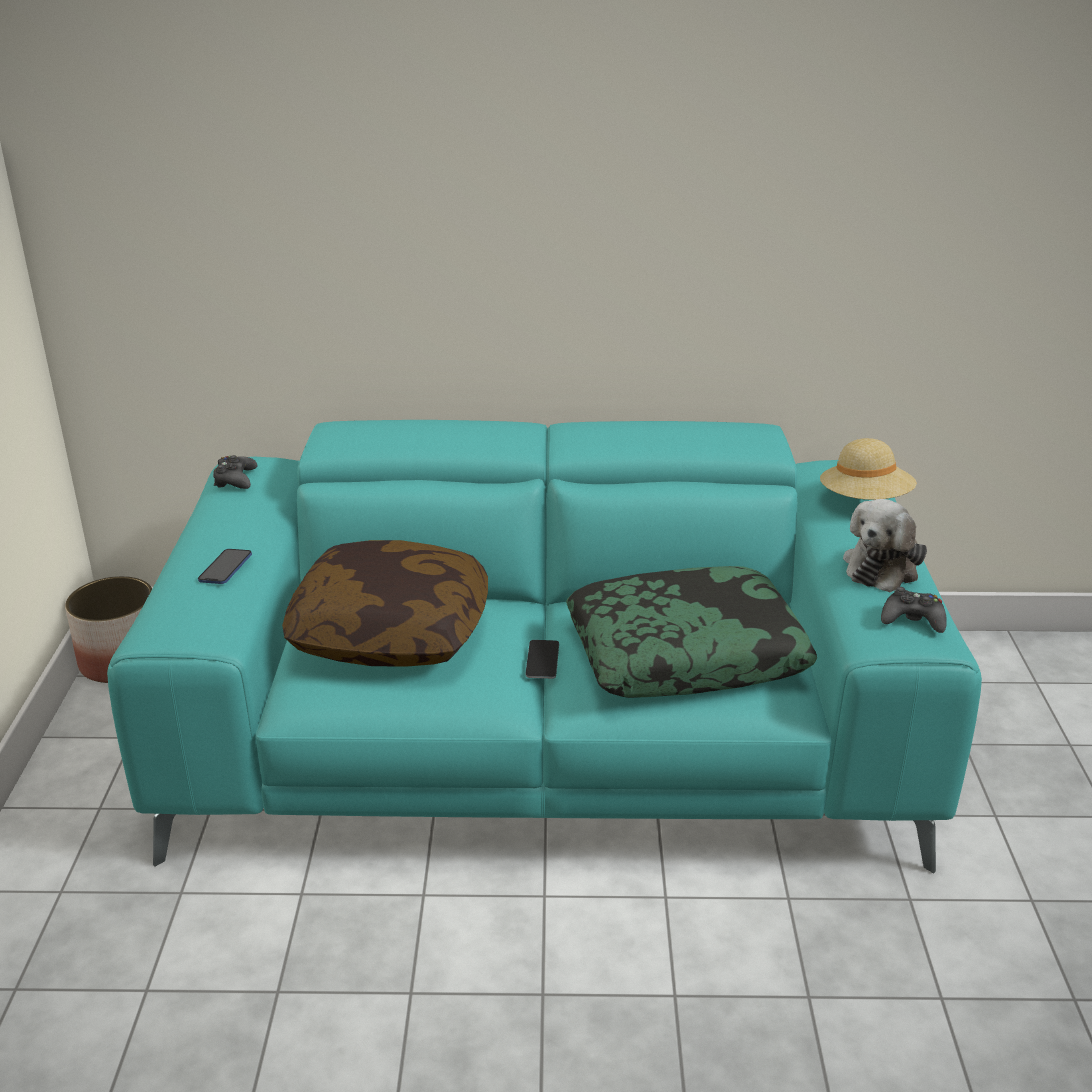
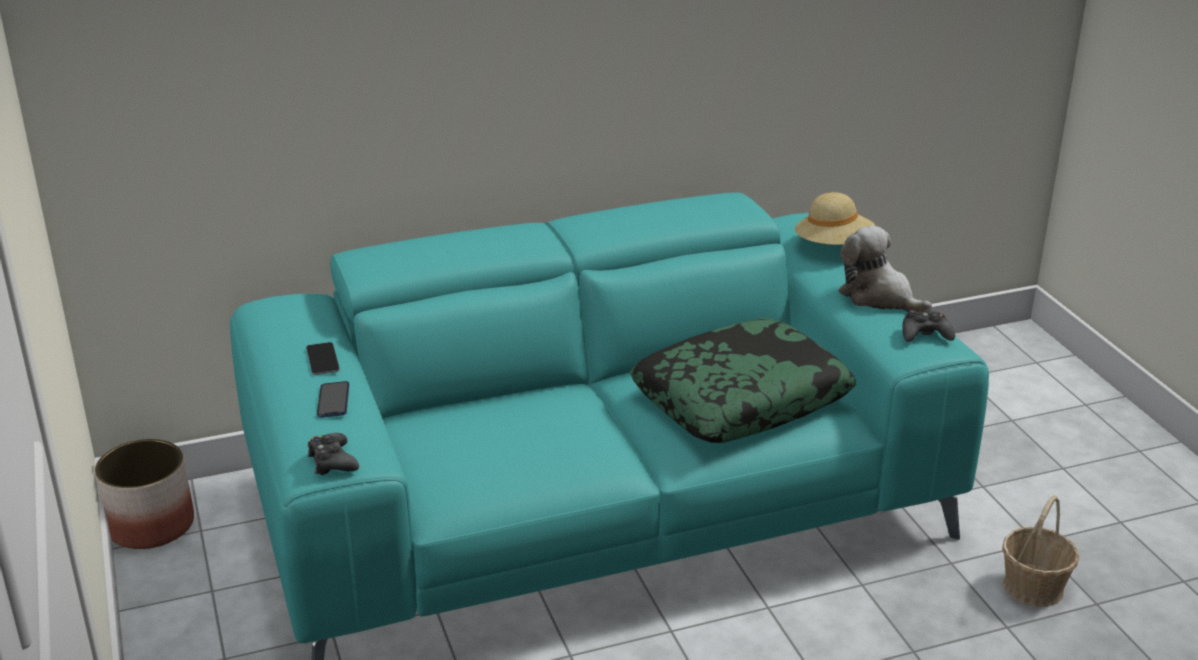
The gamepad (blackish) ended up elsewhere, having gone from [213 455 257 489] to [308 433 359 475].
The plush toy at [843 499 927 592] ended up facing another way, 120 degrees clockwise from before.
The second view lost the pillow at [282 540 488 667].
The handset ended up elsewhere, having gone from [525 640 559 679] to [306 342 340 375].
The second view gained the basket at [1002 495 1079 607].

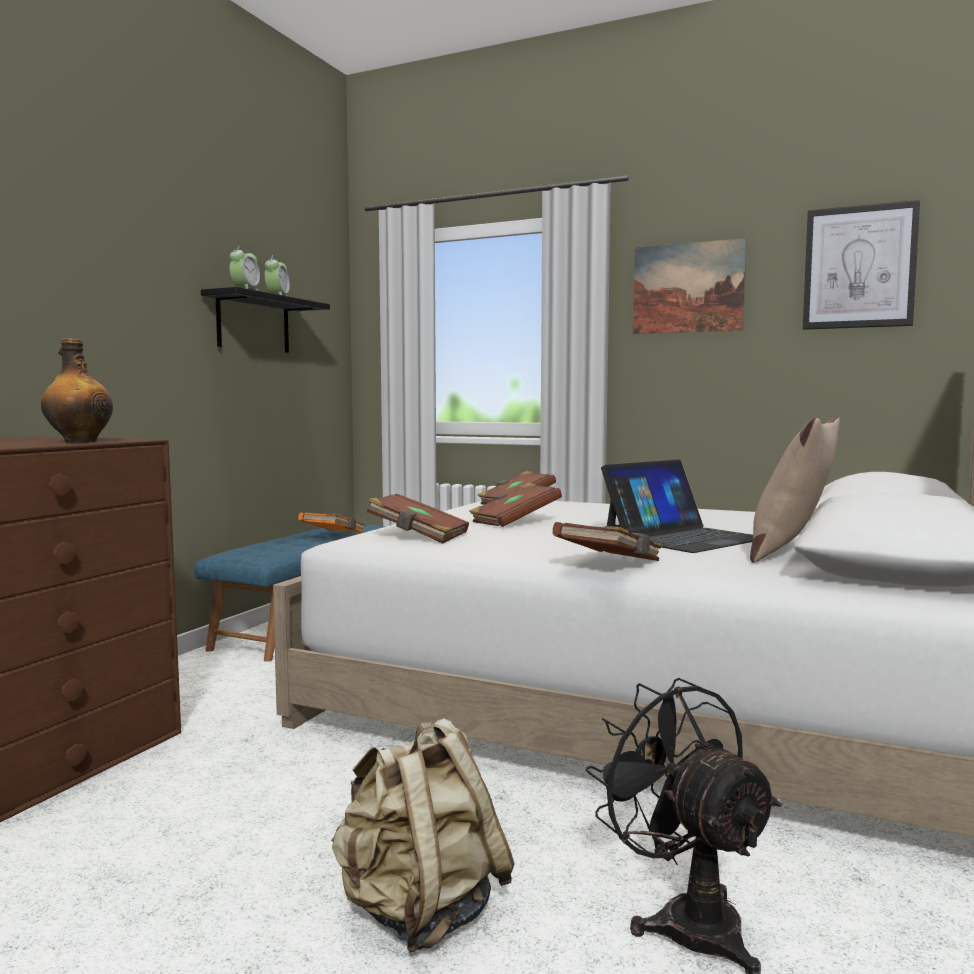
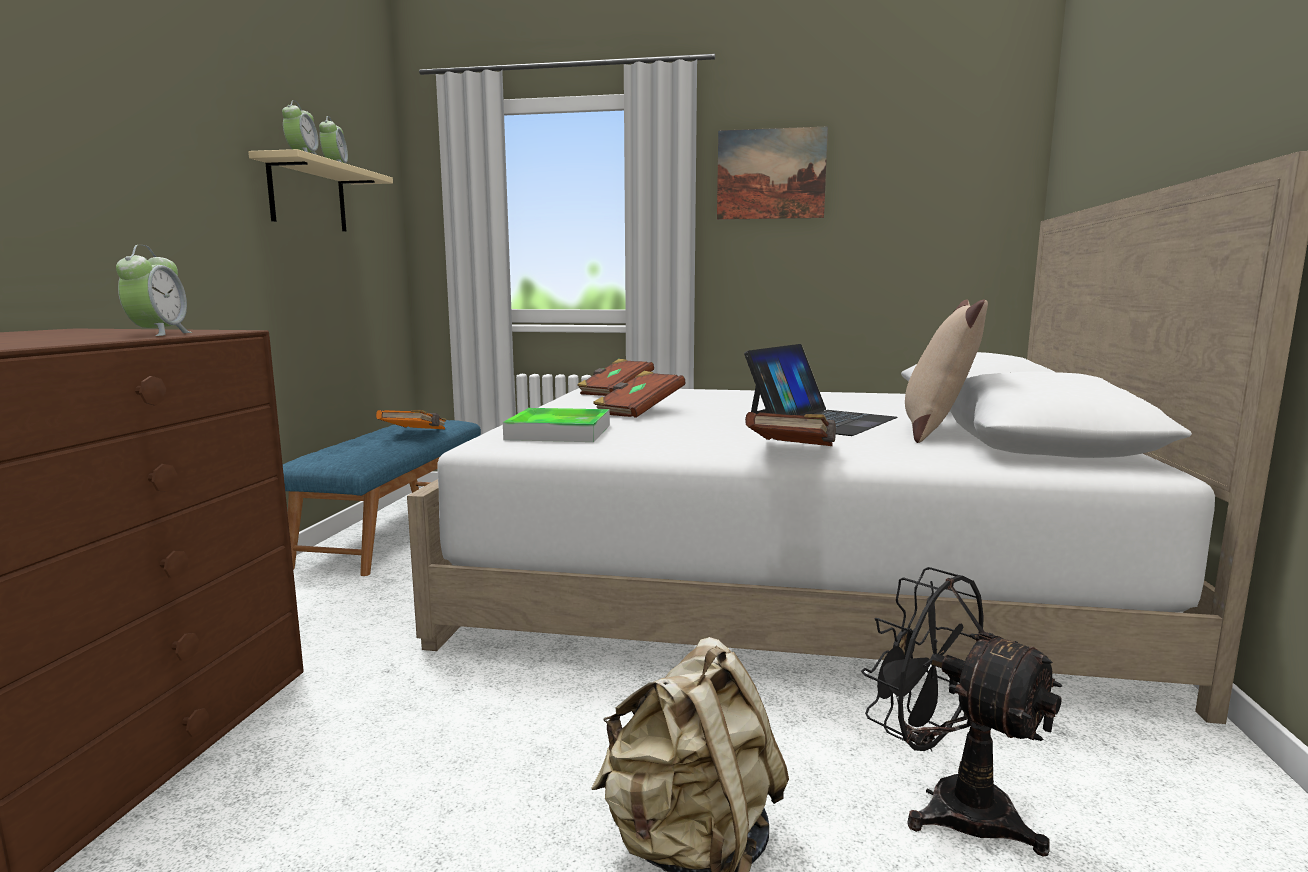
The second view lost the wall art at [803 200 920 330].
What was the shelf (blackish) at [201 287 330 353] turned into the shelf (beige-coloured) at [248 149 393 232].
Where the beverage bottle stood at [41 338 113 443], the alarm clock came to stand at [116 245 192 336].
Where the bound book (brown-coloured) stood at [367 494 469 544], the serving tray came to stand at [503 408 610 442].

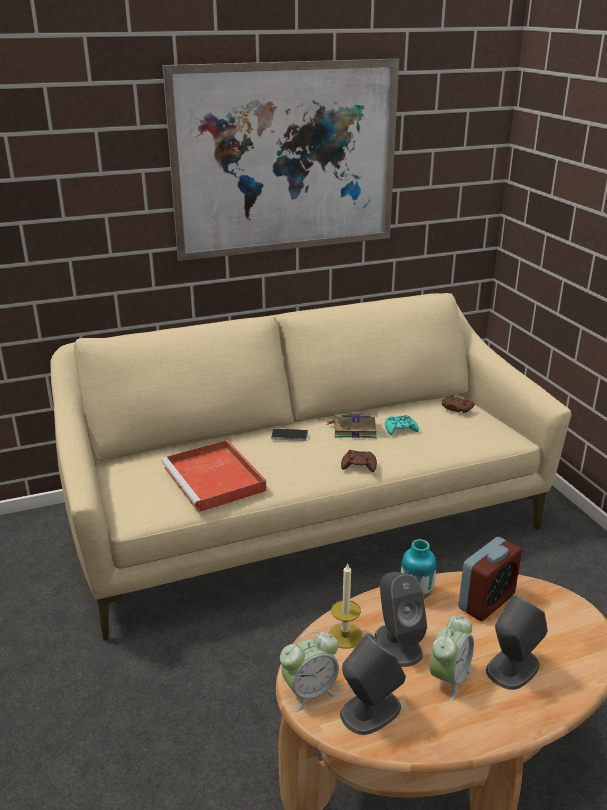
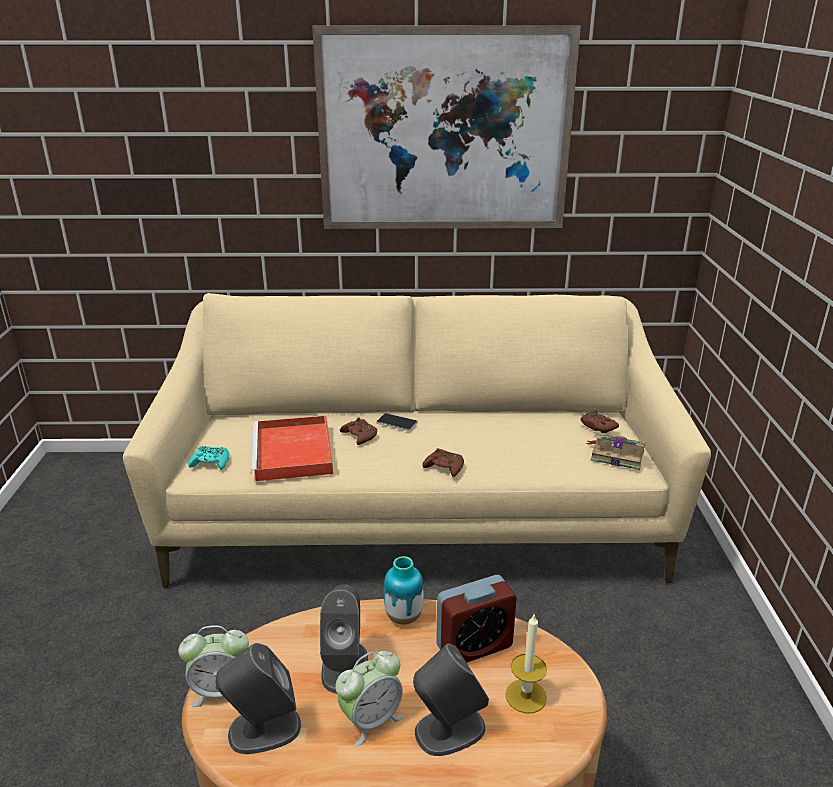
The bound book ended up elsewhere, having gone from [326 412 377 438] to [586 433 646 470].
The gamepad (blue-green) ended up elsewhere, having gone from [385 415 419 435] to [188 446 229 470].
The wax light ended up elsewhere, having gone from [328 562 362 649] to [505 614 547 714].
The second view gained the gamepad (brown-coloured) at [340 417 377 445].

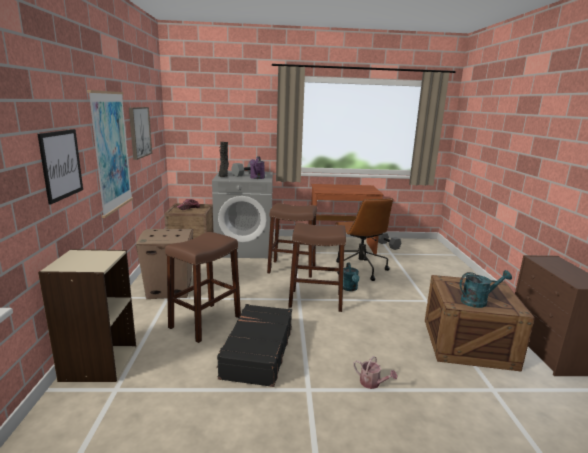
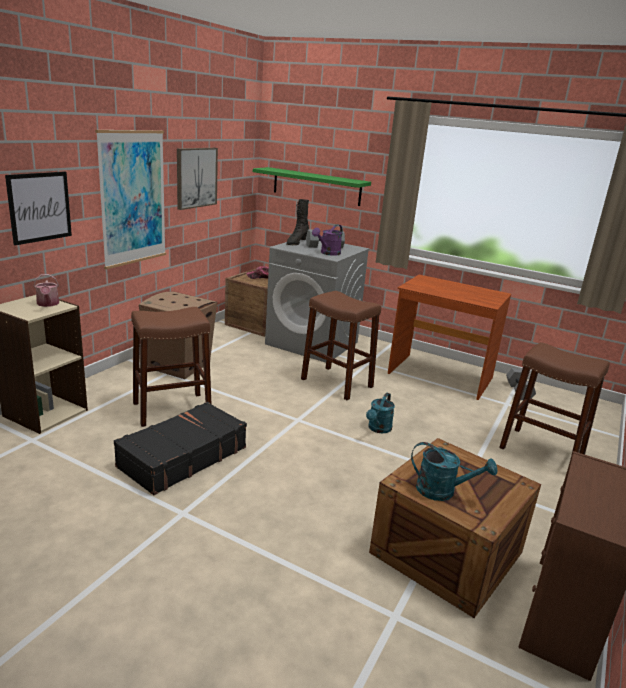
The second view lost the computer chair (brown-coloured) at [335 198 393 281].
The sitting stool (brown-coloured) ended up elsewhere, having gone from [288 223 346 312] to [499 342 610 460].
The watering can ended up elsewhere, having gone from [353 356 397 389] to [34 274 59 307].
The second view gained the shelf (greenish) at [253 167 371 206].

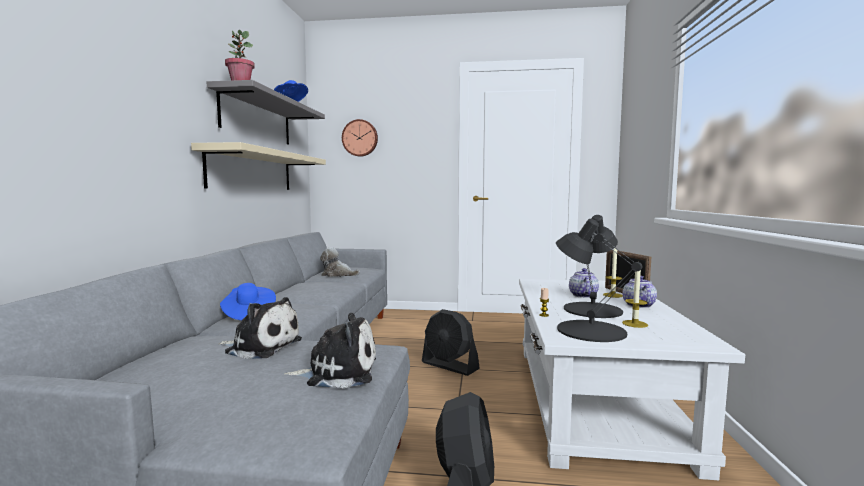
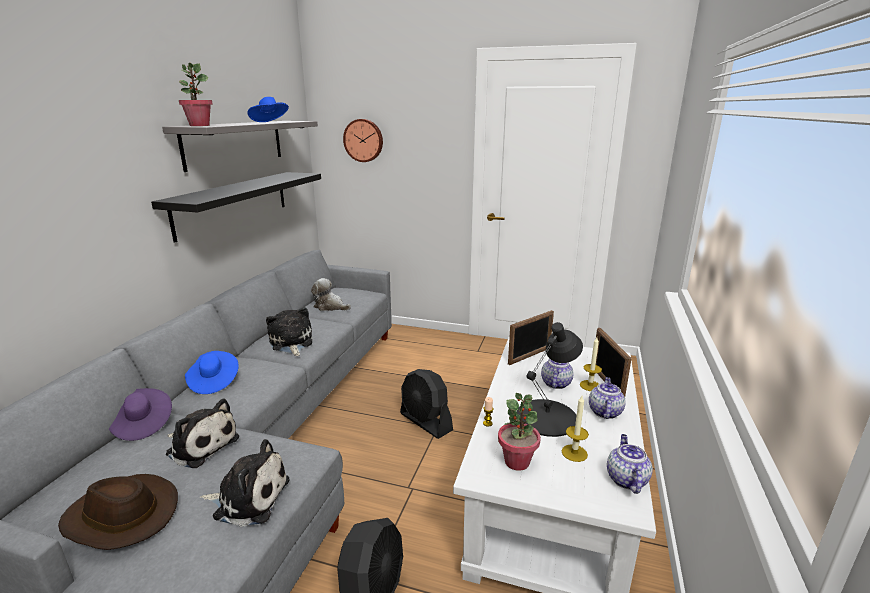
What was the shelf (beige-coloured) at [191 142 326 190] turned into the shelf (blackish) at [151 172 321 243].
Where the lamp for a table (blackish) stood at [556 219 643 342], the houseplant came to stand at [498 393 541 471].
The second view gained the plush toy at [266 307 312 356].
The second view gained the picture frame at [508 310 554 365].
The second view gained the hat (purple-coloured) at [109 388 172 441].
The second view gained the teapot at [607 434 653 494].
The second view gained the hat (brown-coloured) at [58 474 178 550].

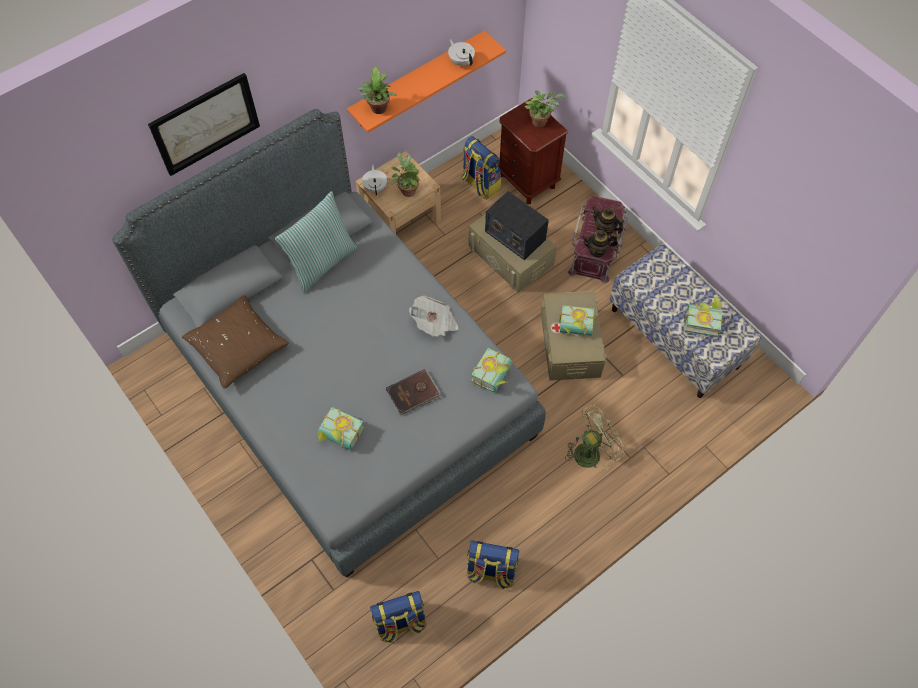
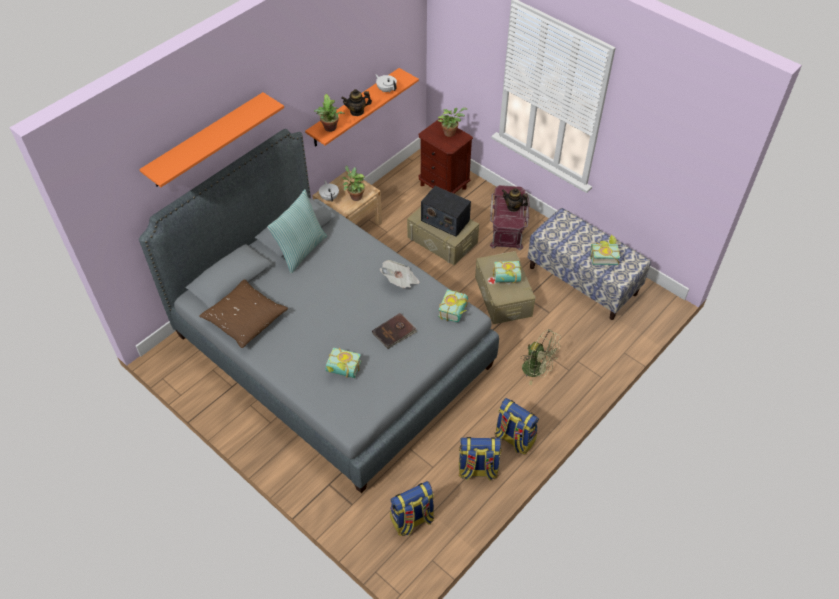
Where the wall art hung at [148 73 260 176], the shelf (orange-coloured) came to hang at [139 92 284 187].
The rucksack ended up elsewhere, having gone from [462 136 501 199] to [495 398 539 454].
The teapot ended up elsewhere, having gone from [582 230 618 258] to [341 89 372 116].
The cooling fan (greenish) at [565 405 625 470] ended up facing another way, 75 degrees clockwise from before.

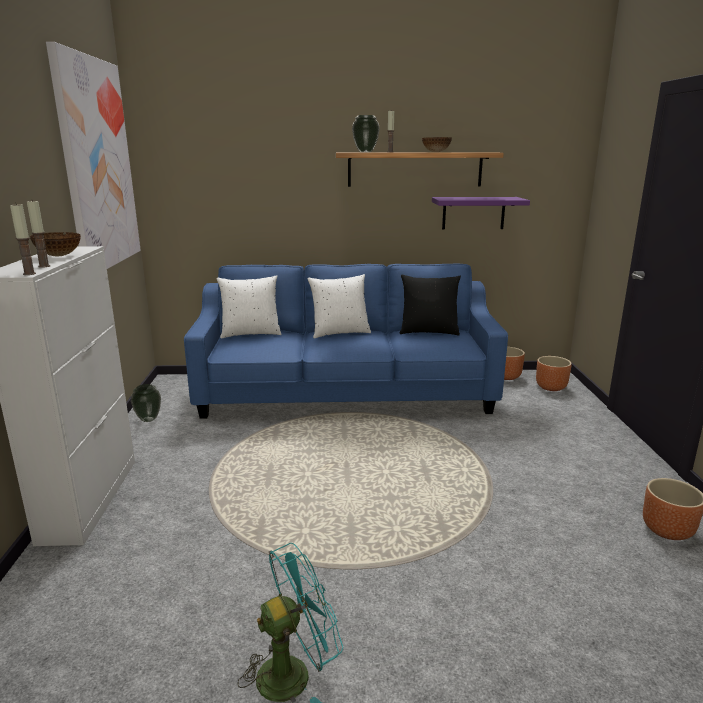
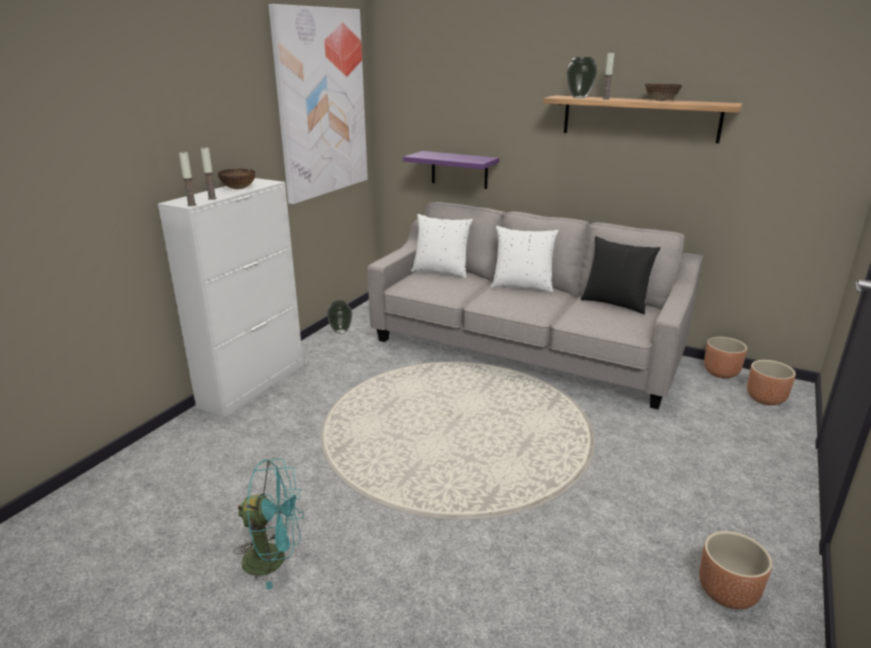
The shelf (purple-coloured) ended up elsewhere, having gone from [432 197 530 229] to [403 151 499 189].
What was the settee (blue-coloured) at [184 264 508 418] turned into the settee (greyish) at [367 202 704 410].

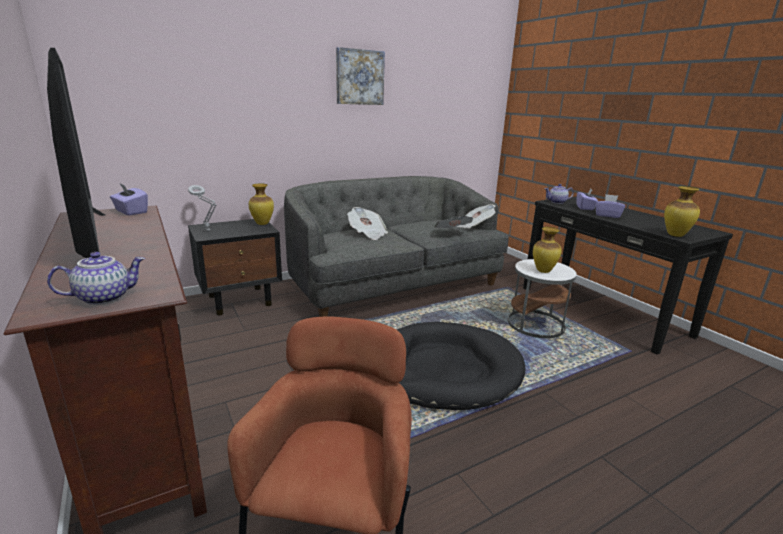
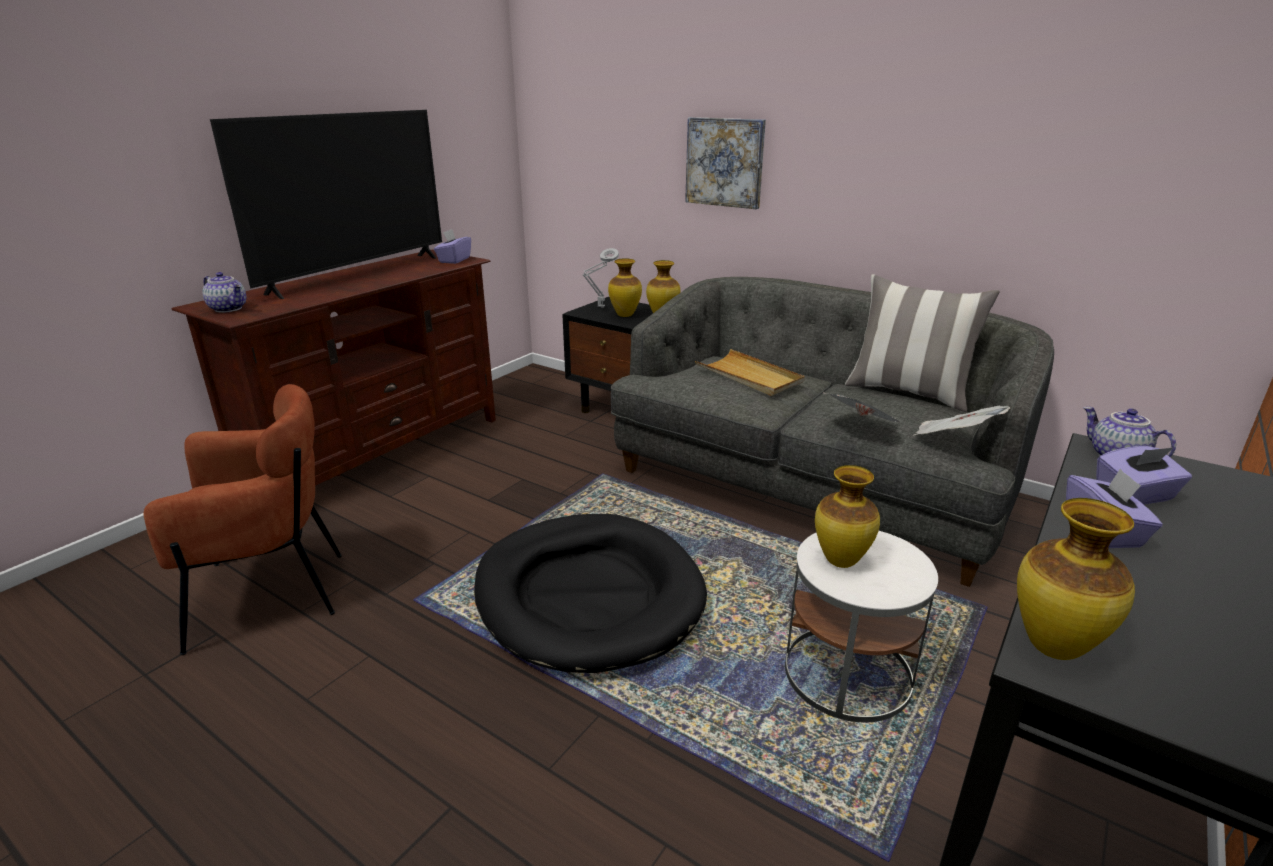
The wall art ended up elsewhere, having gone from [336 47 385 105] to [685 117 766 209].
Where the daily paper stood at [347 207 388 240], the serving tray (beige-coloured) came to stand at [695 349 805 396].
The second view gained the flower vase at [608 258 642 317].
The second view gained the pillow at [845 274 1000 412].

